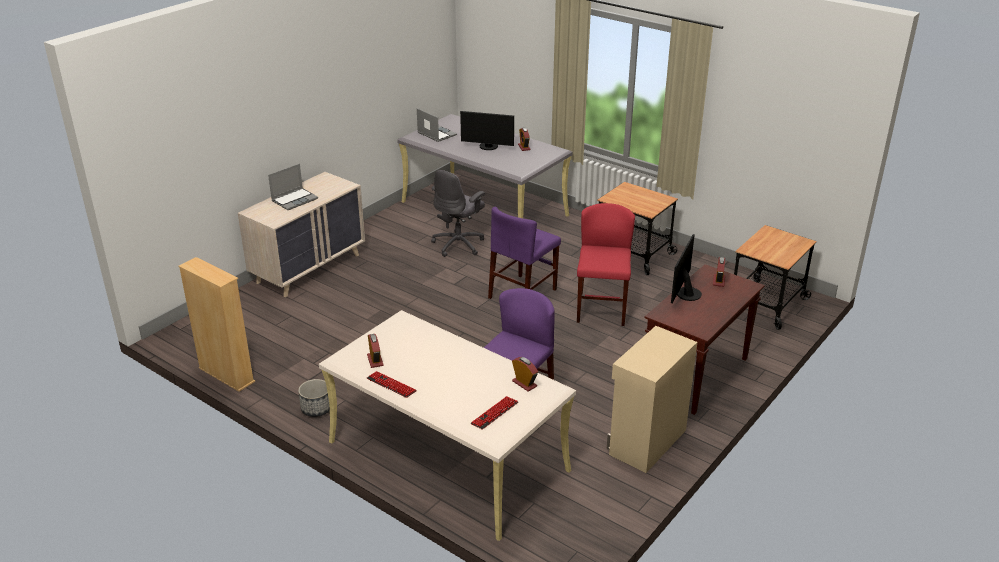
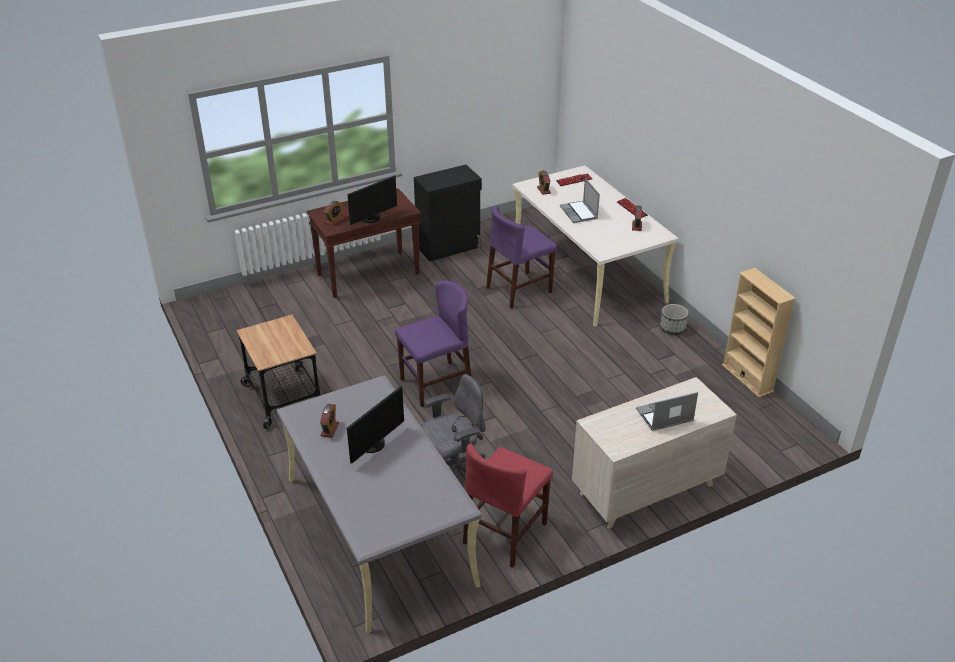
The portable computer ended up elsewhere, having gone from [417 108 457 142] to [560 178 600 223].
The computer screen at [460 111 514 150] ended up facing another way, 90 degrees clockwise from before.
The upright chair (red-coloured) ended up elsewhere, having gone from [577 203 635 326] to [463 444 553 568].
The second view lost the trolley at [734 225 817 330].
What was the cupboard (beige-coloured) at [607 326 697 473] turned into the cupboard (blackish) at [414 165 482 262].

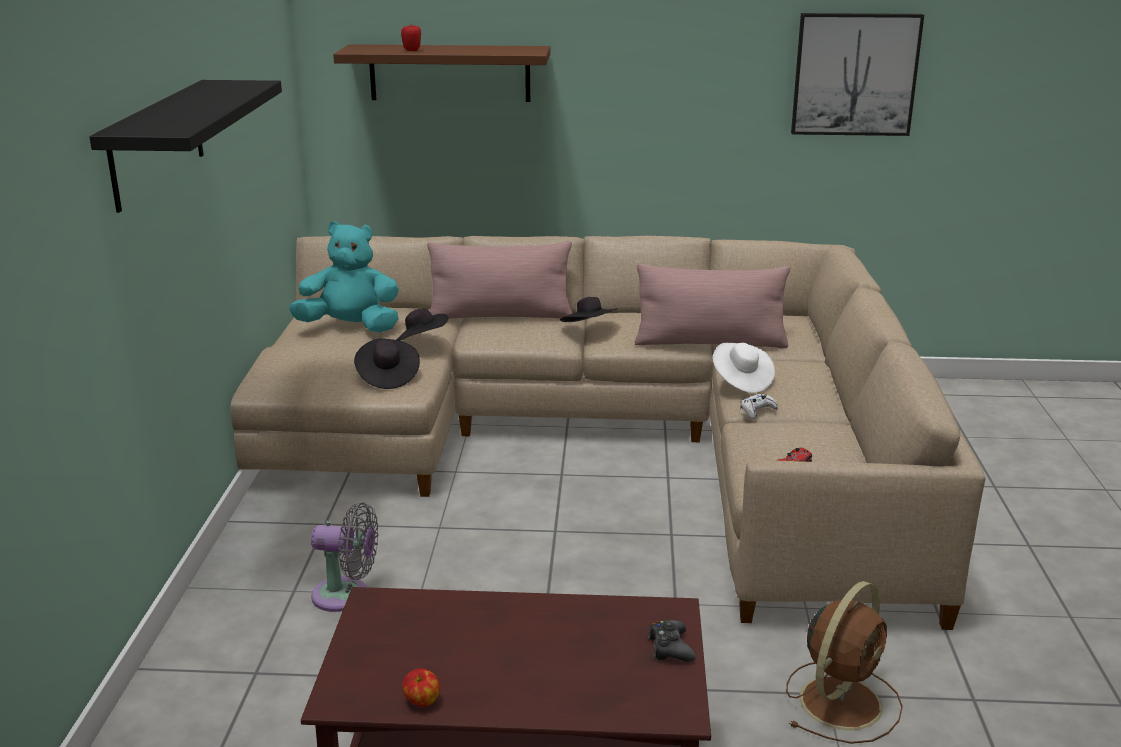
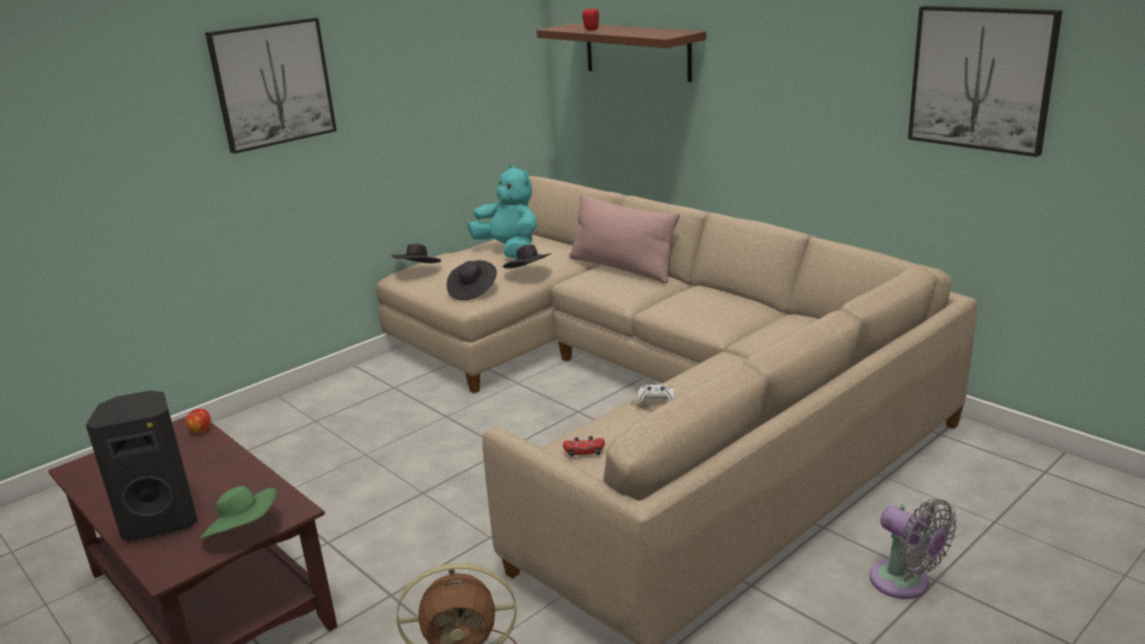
Where the shelf (blackish) hung at [89 80 282 213], the wall art came to hang at [205 18 337 154].
The second view lost the pillow (pink) at [635 264 790 348].
The hat (blackish) ended up elsewhere, having gone from [560 297 618 322] to [391 243 441 263].
The second view lost the hat (white-coloured) at [713 343 775 393].
The cooling fan (greyish) ended up elsewhere, having gone from [311 502 378 612] to [870 499 957 599].
Where the gamepad (blackish) stood at [648 620 696 662], the hat (greenish) came to stand at [199 486 276 539].
The whole apple ended up elsewhere, having gone from [402 668 440 707] to [185 409 211 433].
The second view gained the loudspeaker (blackish) at [86 391 198 542].

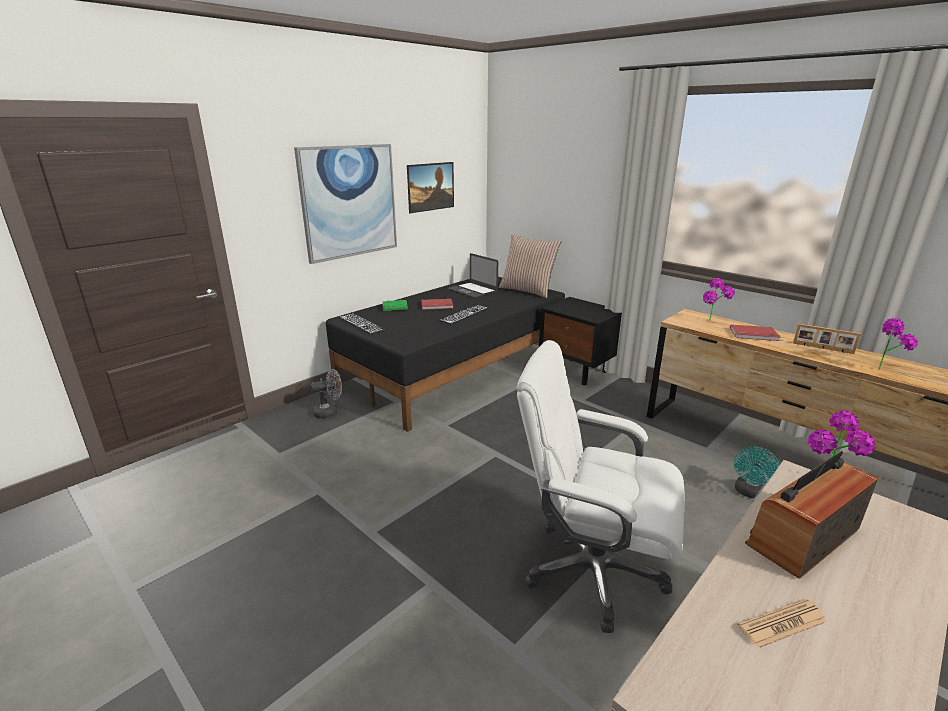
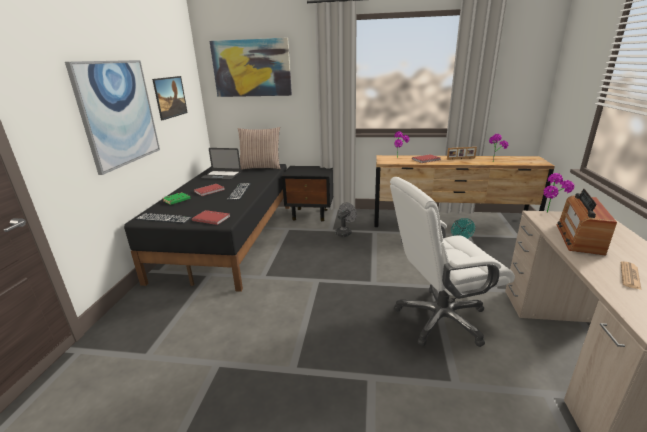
The cooling fan (greyish) ended up elsewhere, having gone from [311 369 342 419] to [335 202 357 237].
The second view gained the wall art at [210 38 292 97].
The second view gained the bound book (red-coloured) at [192 210 230 225].

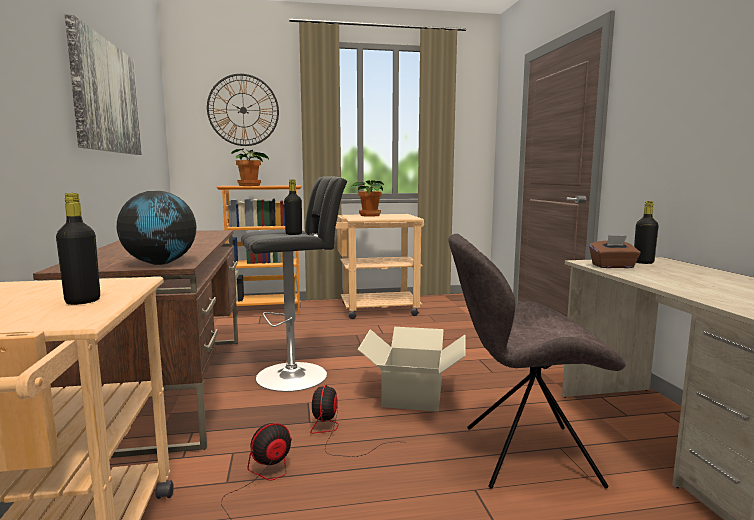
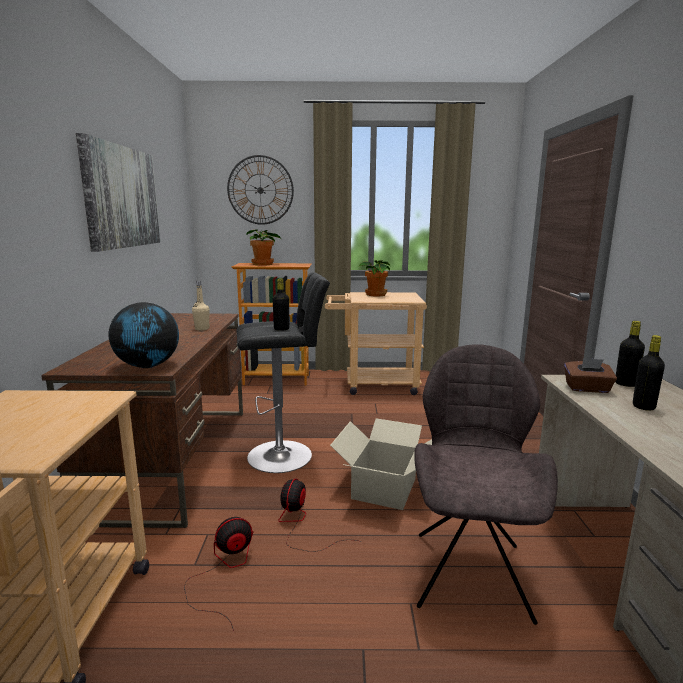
The beverage bottle (blackish) ended up elsewhere, having gone from [56 193 100 305] to [633 335 665 411].
The upright chair (greyish) at [448 234 626 489] ended up facing another way, 90 degrees clockwise from before.
The second view gained the beverage bottle (beige-coloured) at [192 281 210 330].

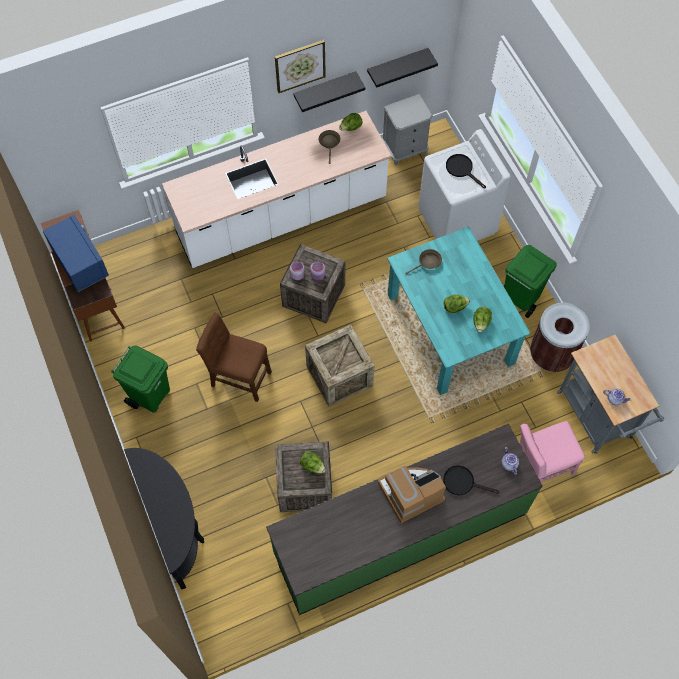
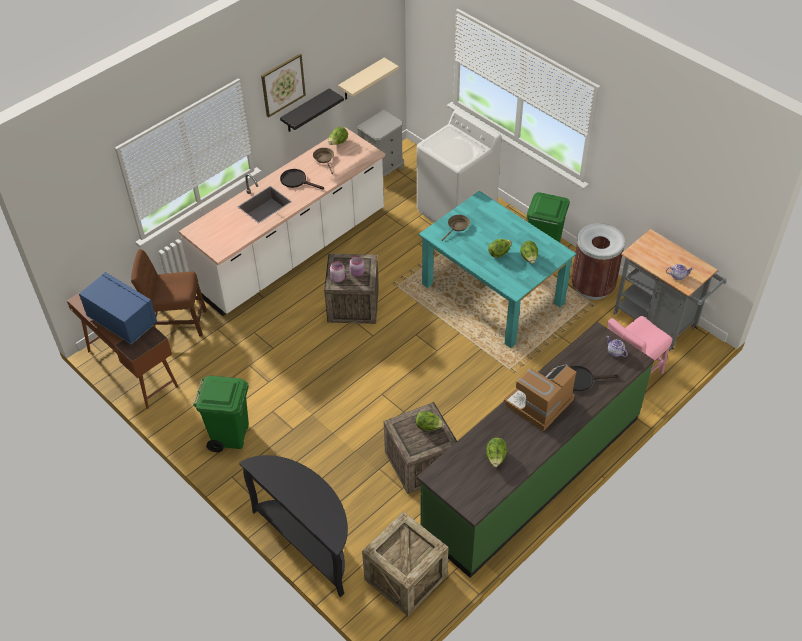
What was the shelf (blackish) at [367 48 438 88] turned into the shelf (beige-coloured) at [338 58 399 99].
The frying pan (blackish) ended up elsewhere, having gone from [446 154 486 188] to [280 169 324 189].
The upright chair (brown-coloured) ended up elsewhere, having gone from [196 313 272 402] to [131 249 207 337].
The shipping crate ended up elsewhere, having gone from [305 324 374 407] to [362 511 448 616].
The second view gained the head of lettuce at [486 438 507 467].

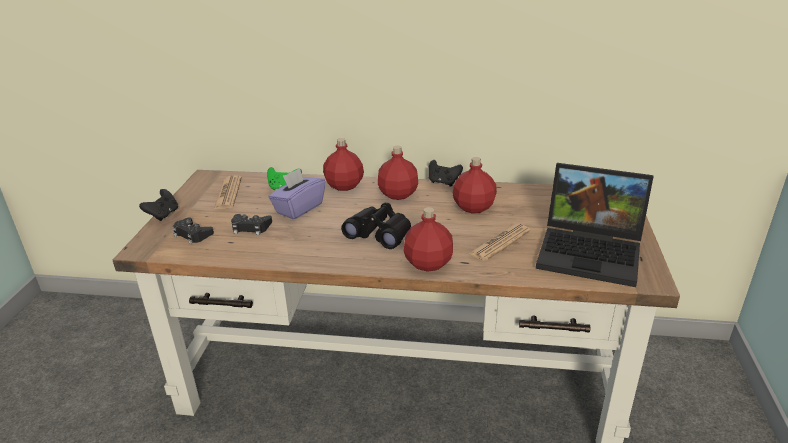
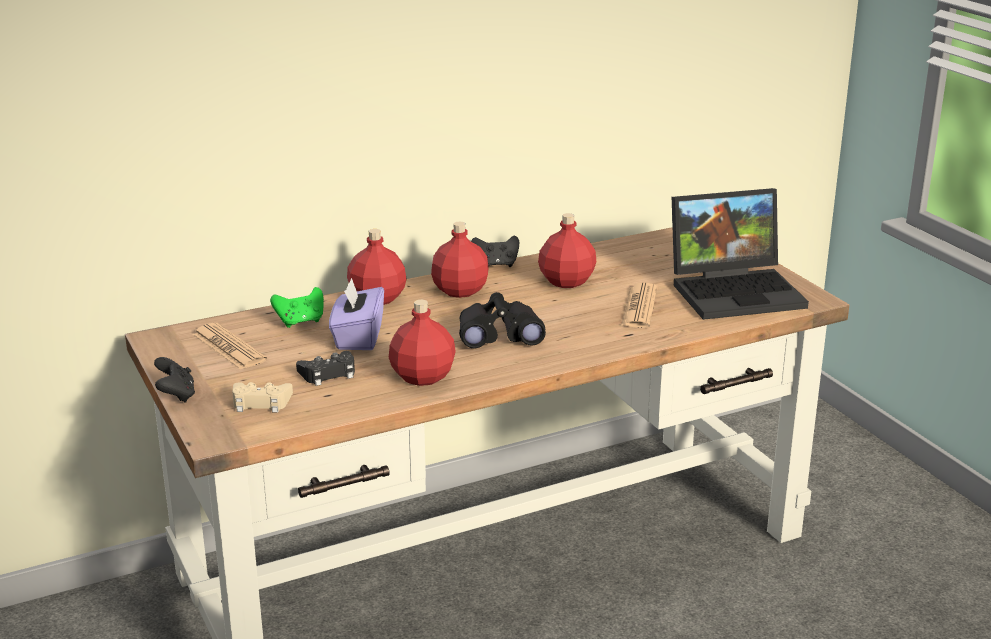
The beverage bottle (red-coloured) ended up elsewhere, having gone from [404 207 453 272] to [389 300 456 386].
What was the gamepad (blackish) at [173 217 214 244] turned into the gamepad (beige-coloured) at [232 382 293 412].

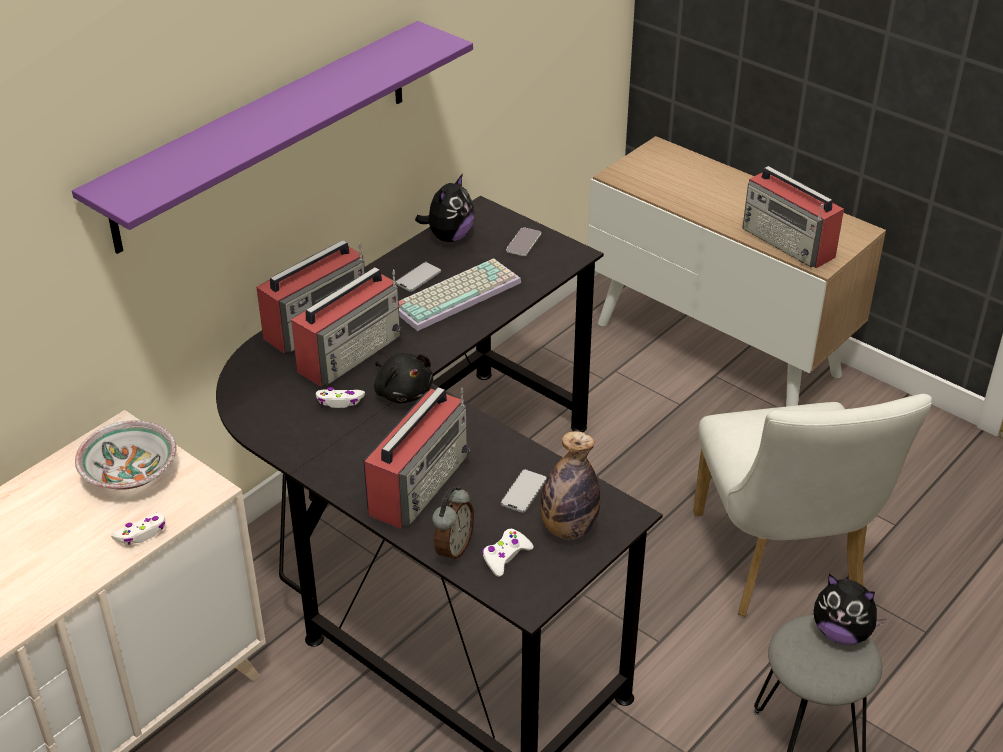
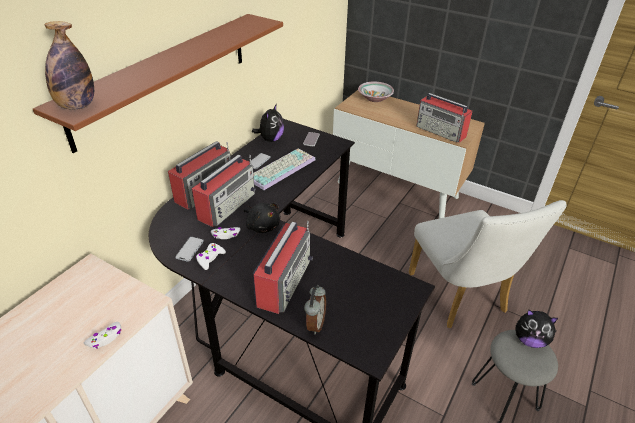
What was the shelf (purple-coloured) at [72 21 473 254] turned into the shelf (brown-coloured) at [33 14 283 153].
The bowl ended up elsewhere, having gone from [75 420 177 490] to [358 82 394 102].
The beverage bottle ended up elsewhere, having gone from [540 431 600 540] to [45 21 94 110].
The handset ended up elsewhere, having gone from [501 469 547 513] to [175 237 204 262].
The gamepad (white-coloured) ended up elsewhere, having gone from [482 529 533 577] to [196 243 226 270].

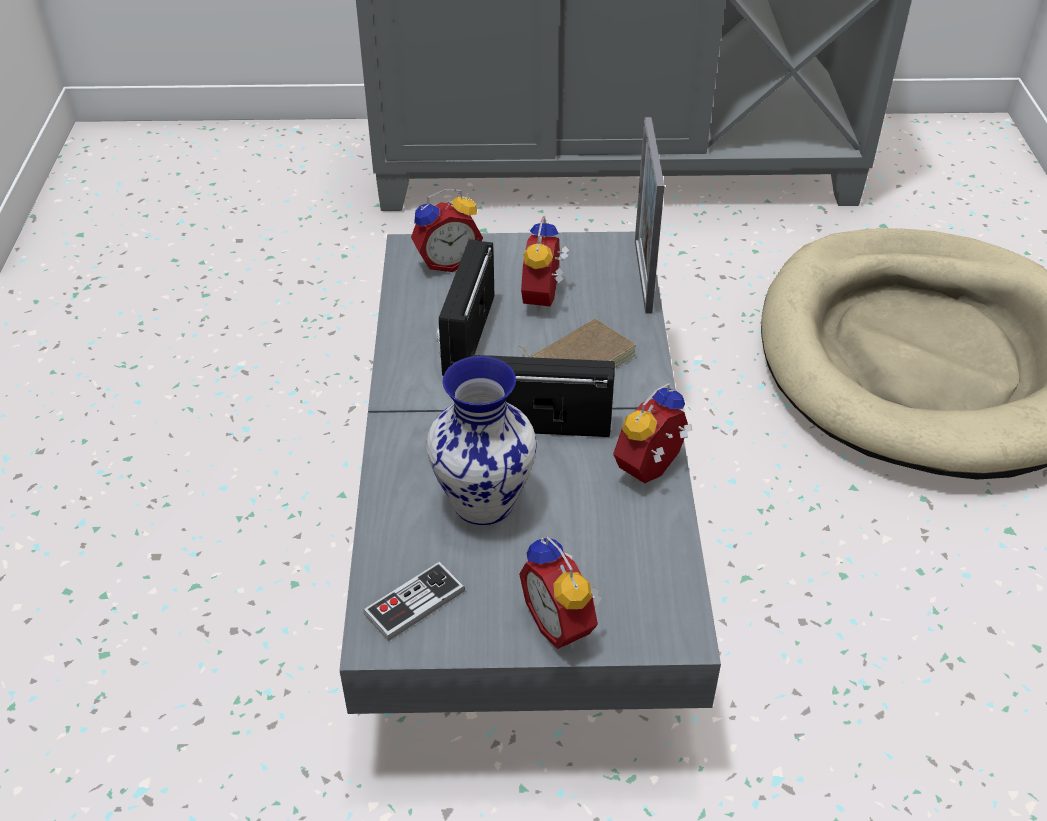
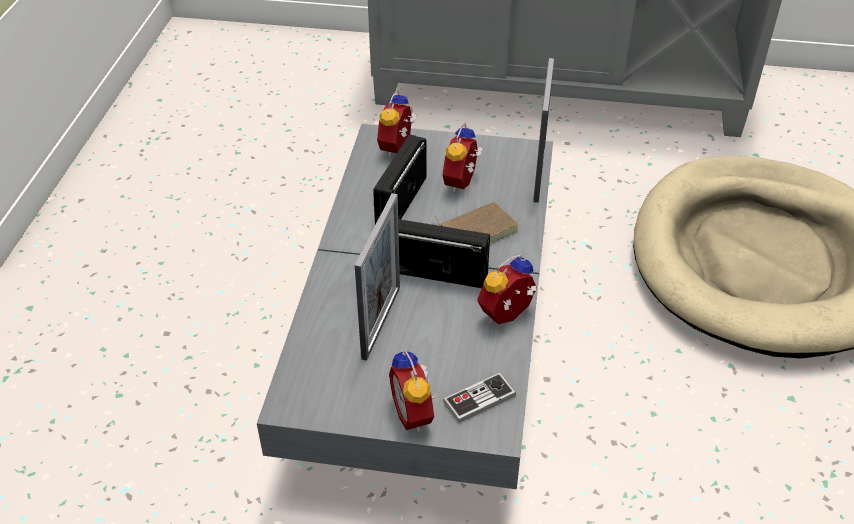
The alarm clock at [411 189 483 272] ended up facing another way, 120 degrees clockwise from before.
Where the flower vase stood at [426 356 537 525], the picture frame came to stand at [355 193 400 361].
The gamepad ended up elsewhere, having gone from [363 561 465 641] to [443 373 516 423].

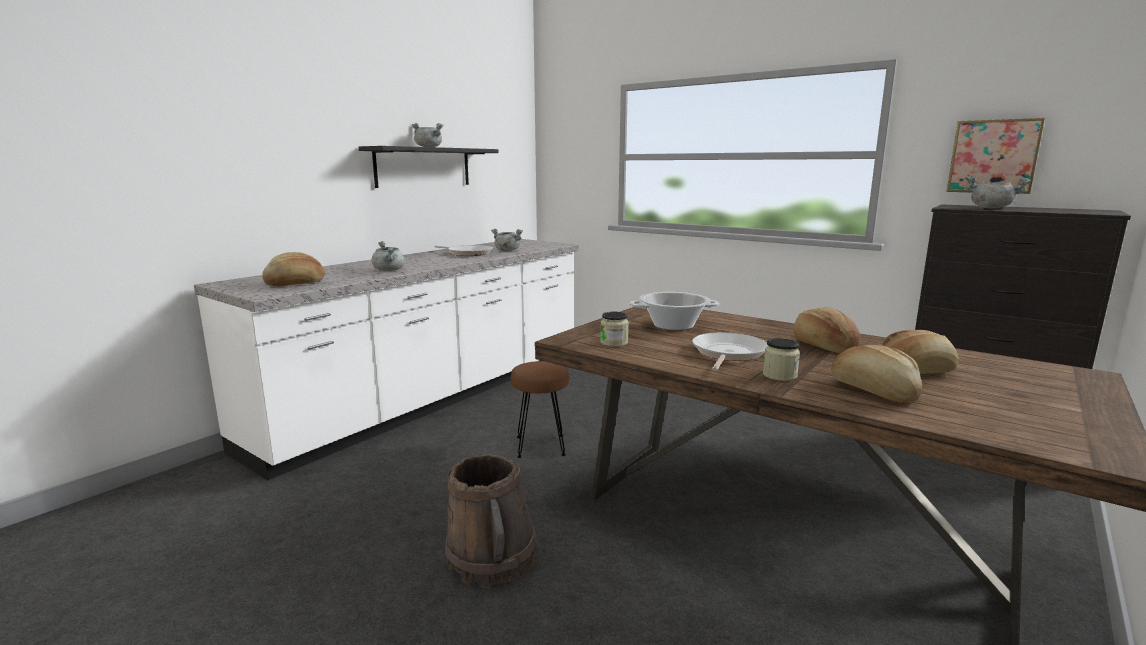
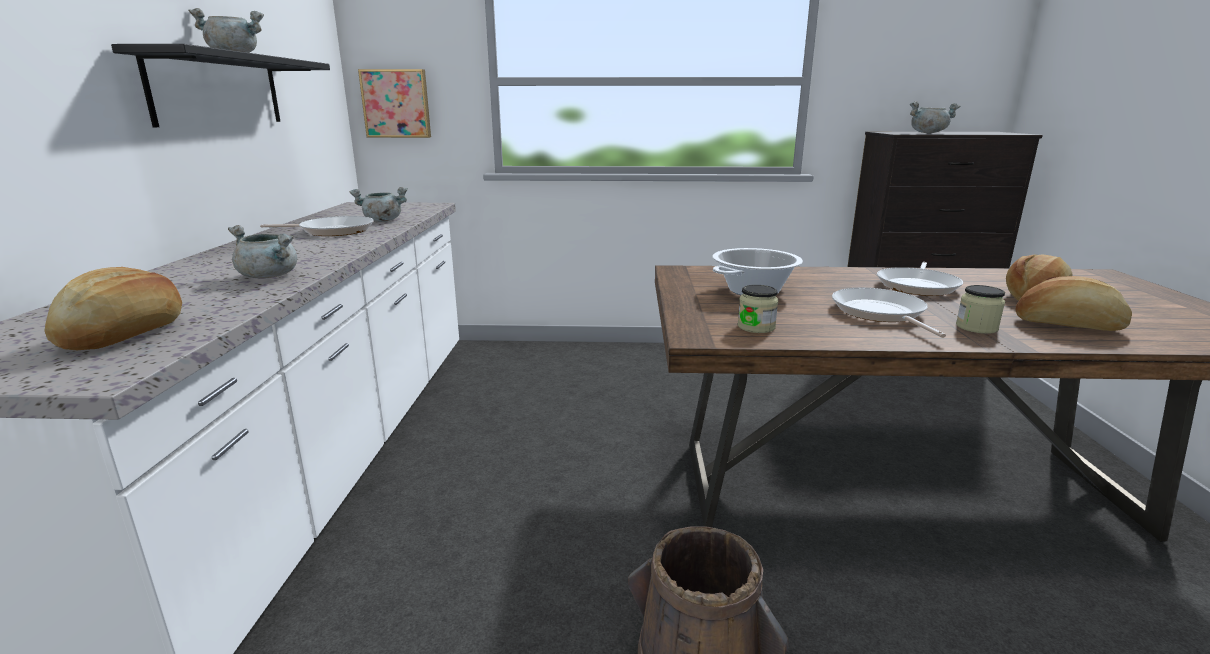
The wall art ended up elsewhere, having gone from [947 118 1045 194] to [358 69 431 138].
Where the bakery bread stood at [793 308 861 353], the frying pan came to stand at [877 262 963 296].
The second view lost the sitting stool (brown-coloured) at [511 361 569 458].

